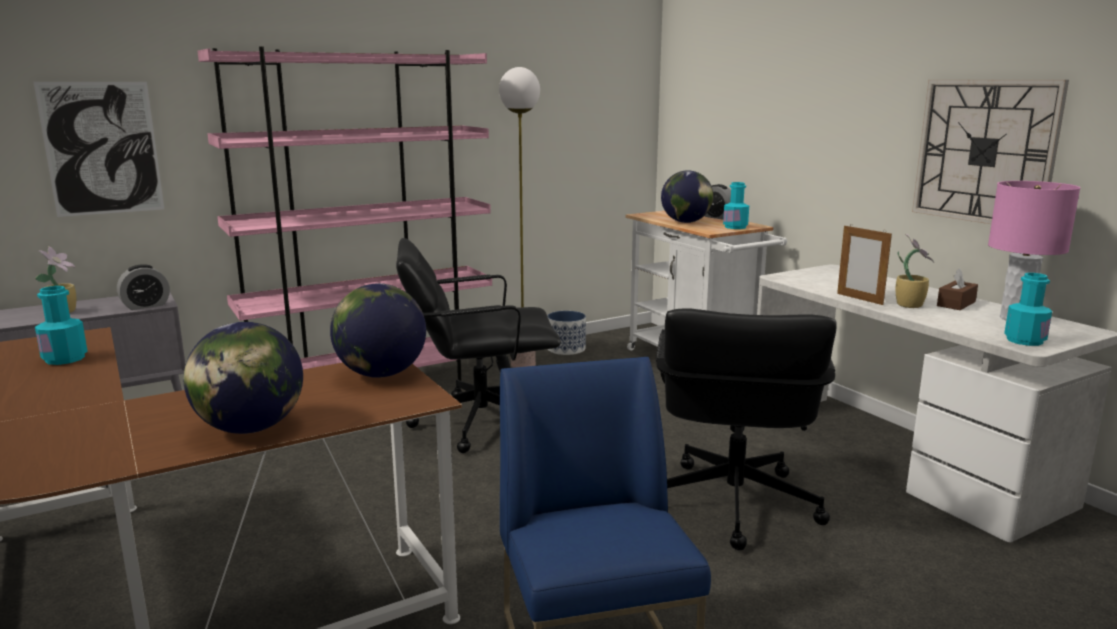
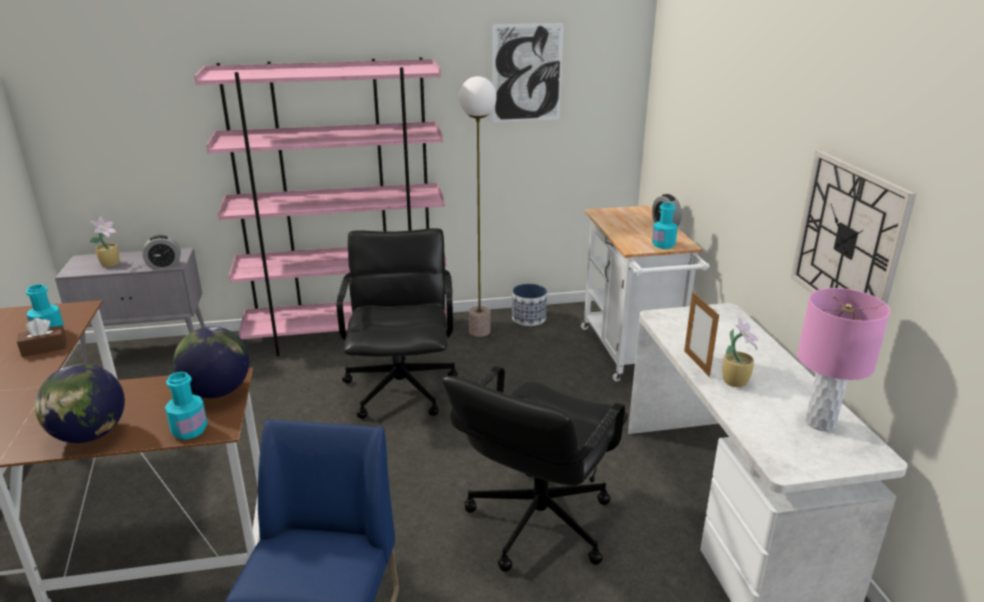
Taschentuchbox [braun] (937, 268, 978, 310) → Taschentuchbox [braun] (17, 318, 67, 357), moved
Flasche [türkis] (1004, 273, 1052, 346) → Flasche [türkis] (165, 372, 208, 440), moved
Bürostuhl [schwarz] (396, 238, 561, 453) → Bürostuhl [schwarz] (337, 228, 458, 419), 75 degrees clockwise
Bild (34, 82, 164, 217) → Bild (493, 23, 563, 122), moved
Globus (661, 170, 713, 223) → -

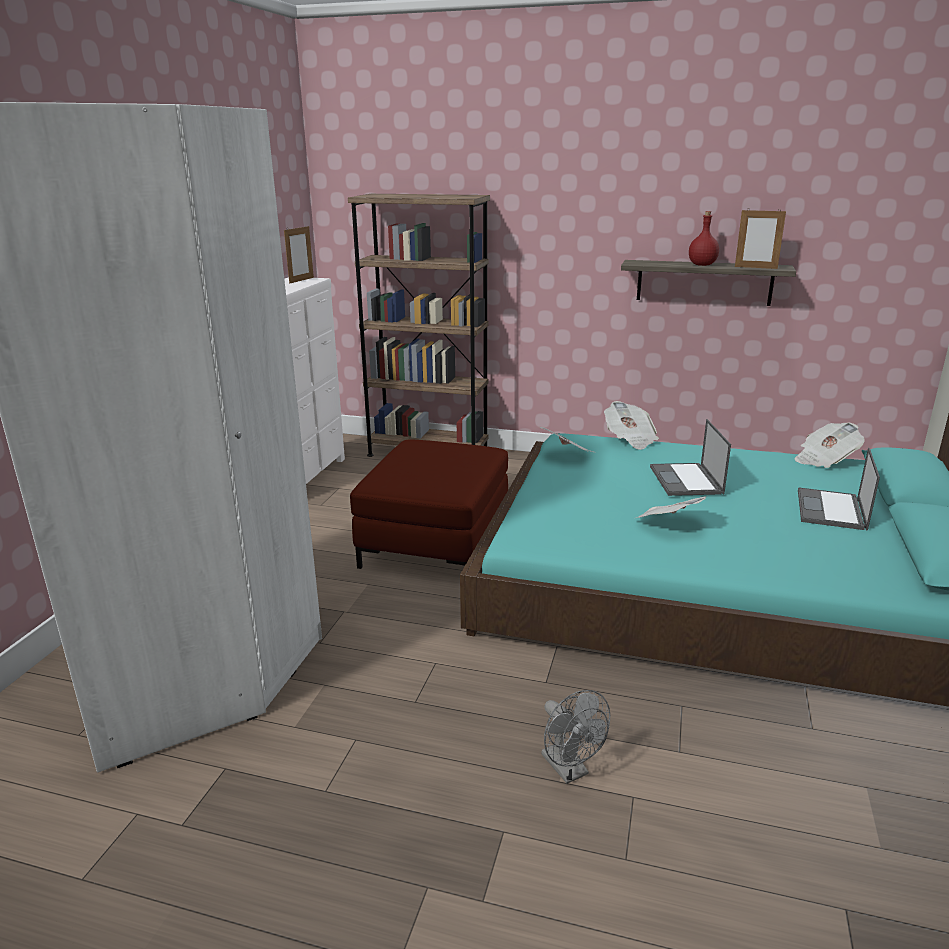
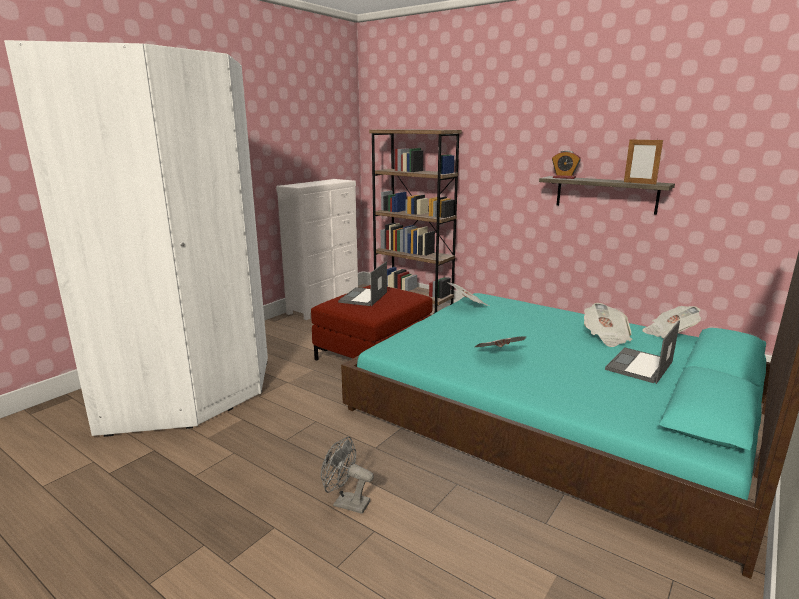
Ventilator [grau] (541, 690, 610, 784) → Ventilator [grau] (321, 436, 374, 514), 120 degrees clockwise
Laptop (650, 419, 731, 496) → Laptop (338, 261, 387, 306), moved
- → Wecker (552, 150, 581, 179)
Zeitung (604, 401, 659, 450) → Zeitung (584, 303, 632, 347), moved
Bilderrahmen (284, 226, 314, 284) → -
Flasche [rot] (689, 211, 719, 266) → -

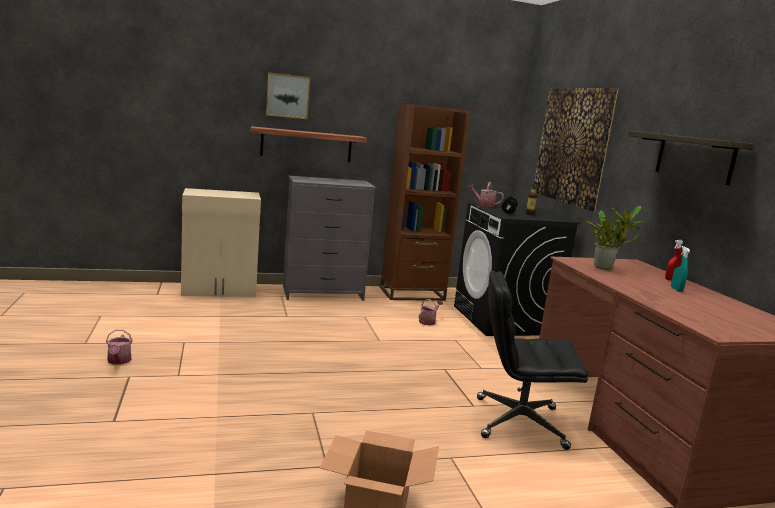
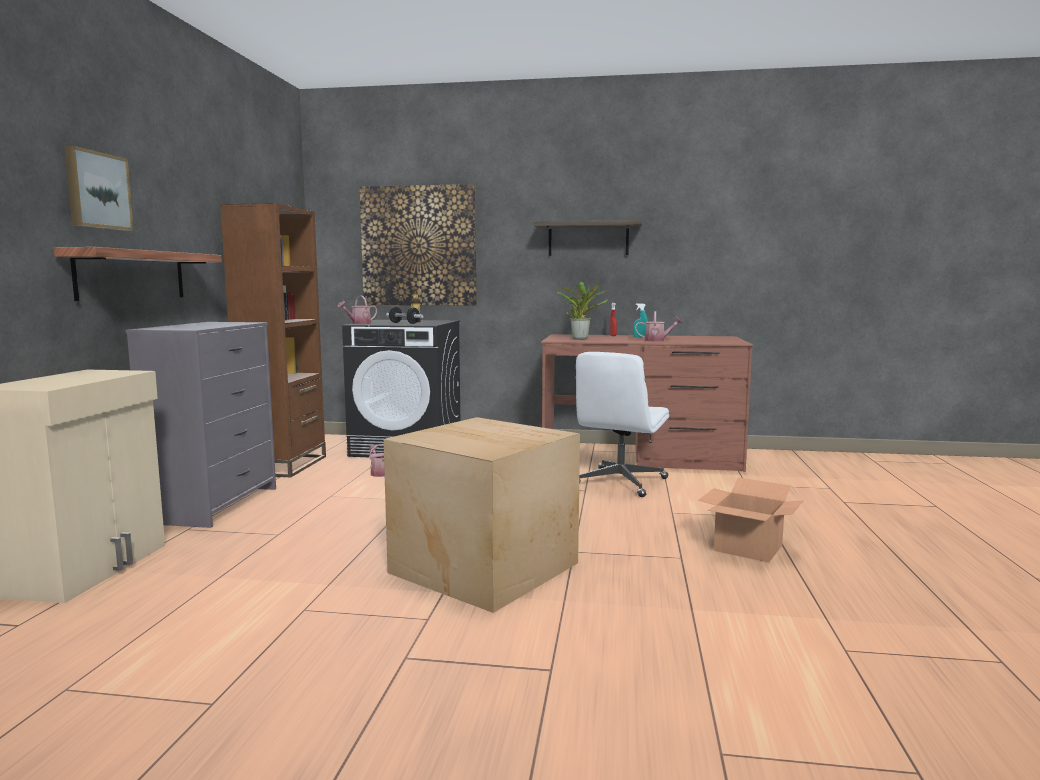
- → Karton (383, 417, 580, 613)
Bürostuhl [schwarz] (477, 271, 588, 450) → Bürostuhl [weiß] (576, 352, 669, 497)
Gießkanne (106, 330, 133, 365) → Gießkanne (635, 311, 683, 341), moved

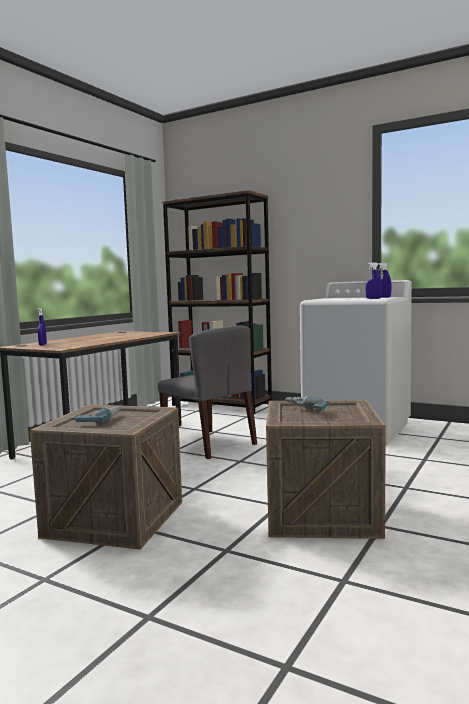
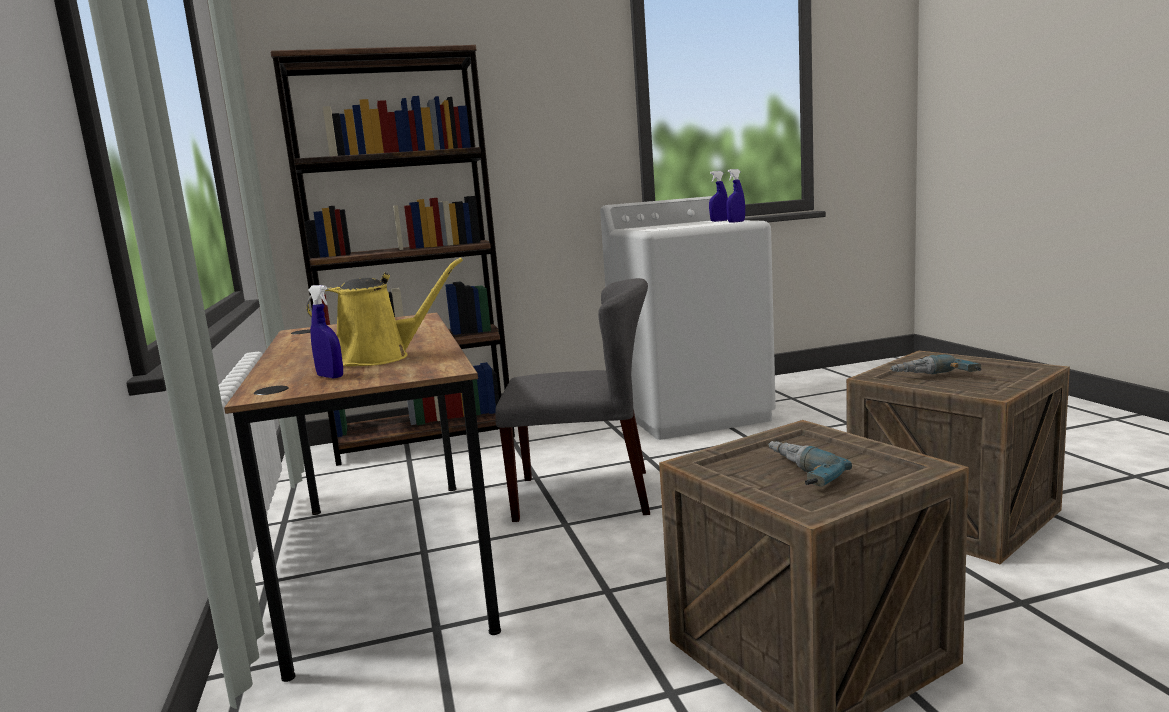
- → Gießkanne [gelb] (307, 258, 463, 366)

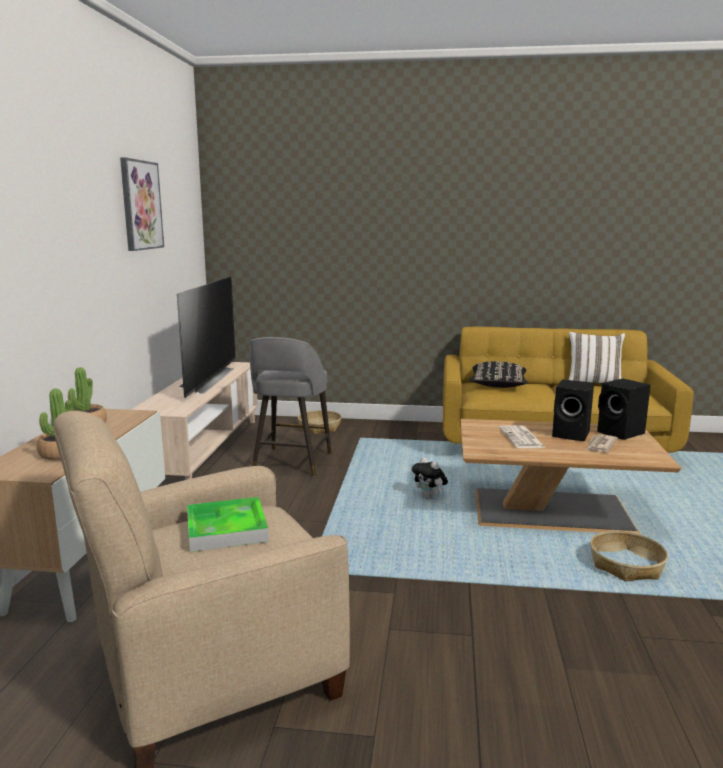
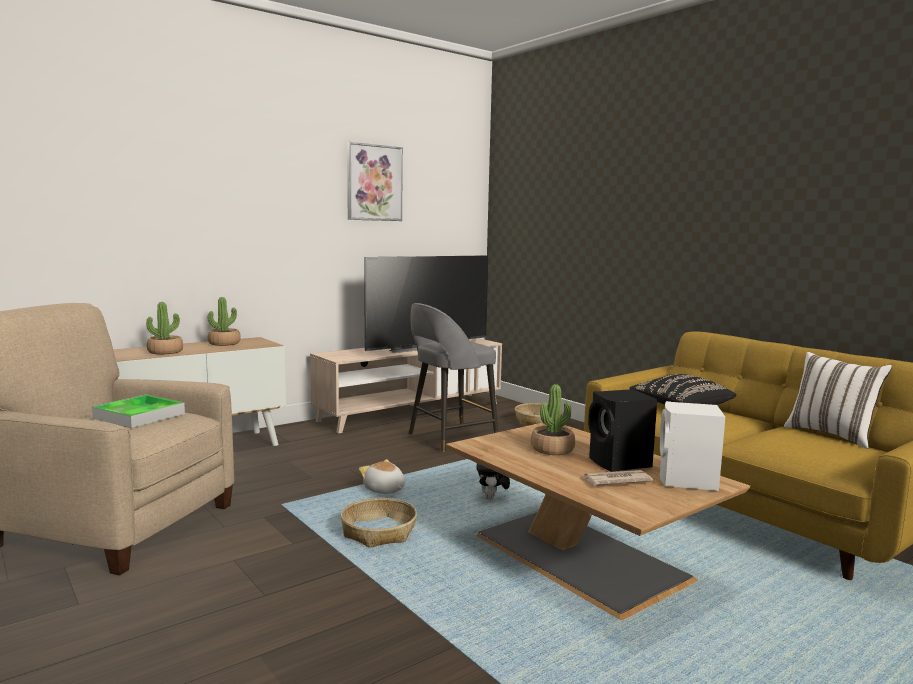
Korb (590, 531, 668, 582) → Korb (341, 498, 417, 548), moved
- → Plüschtier (359, 459, 405, 494)
Zeitung (499, 425, 546, 448) → Topfpflanze (531, 384, 575, 455)
Lautsprecher [schwarz] (597, 379, 651, 440) → Lautsprecher [weiß] (660, 401, 725, 491)

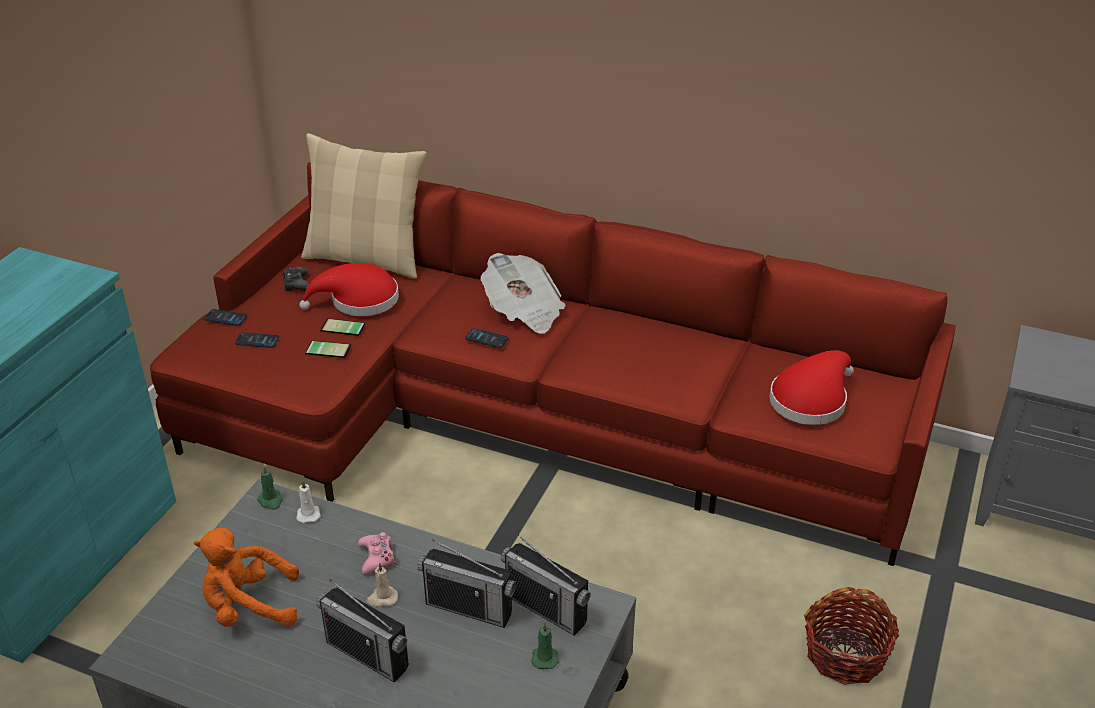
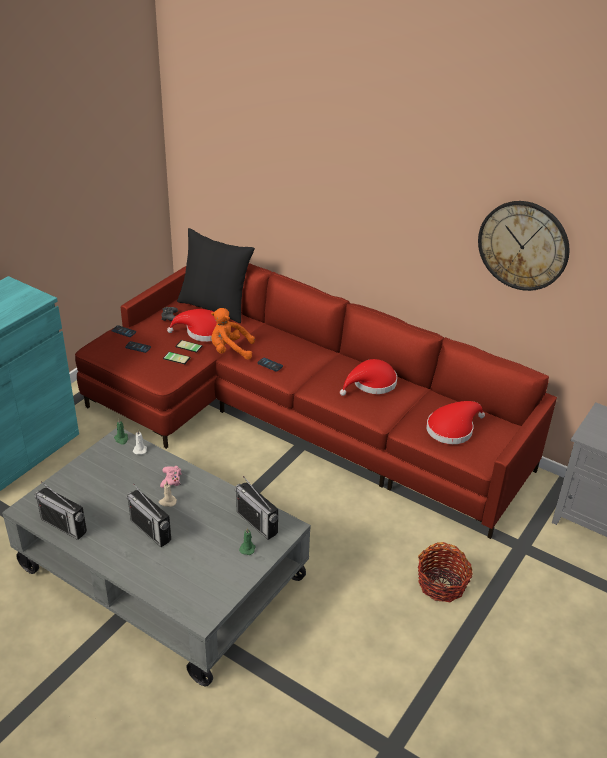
Radio (417, 539, 516, 628) → Radio (34, 481, 87, 540), moved
Kissen [beige] (301, 133, 427, 279) → Kissen [schwarz] (177, 228, 255, 323)
Plüschtier [orange] (194, 527, 299, 627) → Plüschtier [orange] (211, 308, 255, 360), moved
- → Hut [rot] (340, 359, 397, 396)
- → Wanduhr (478, 201, 570, 291)
Zeitung (481, 253, 566, 334) → -

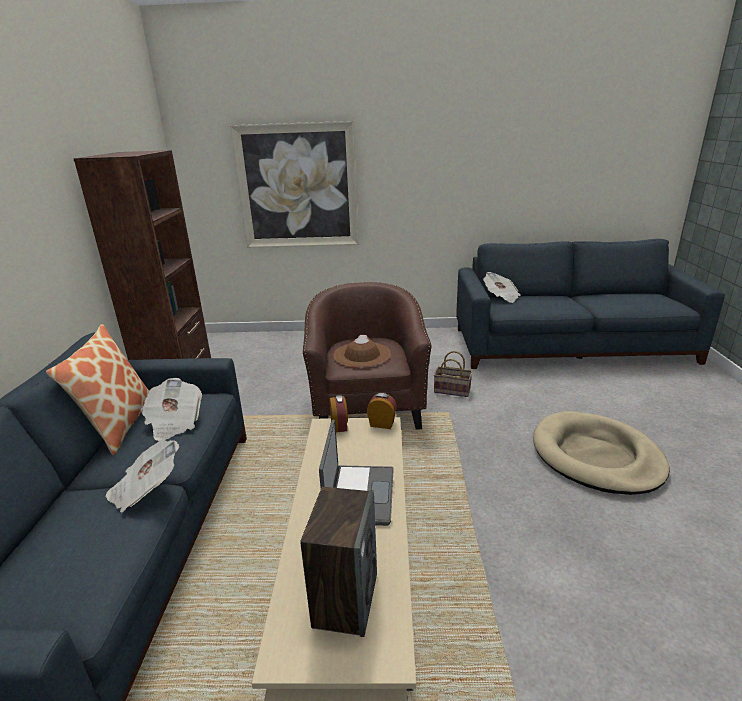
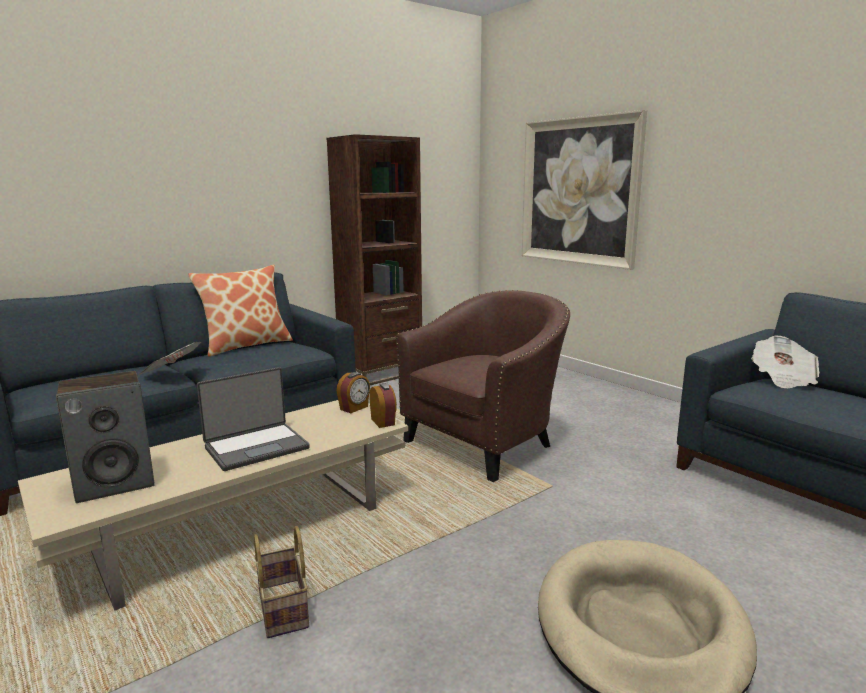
Korb (434, 351, 472, 397) → Korb (254, 526, 309, 638), moved
Zeitung (141, 378, 202, 441) → -
Hut [braun] (333, 335, 391, 368) → -

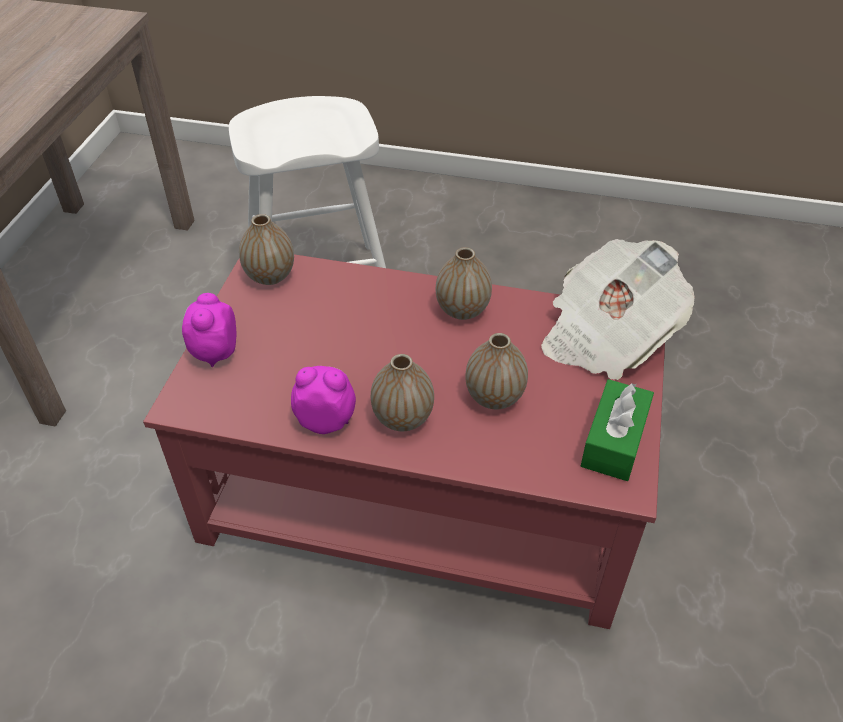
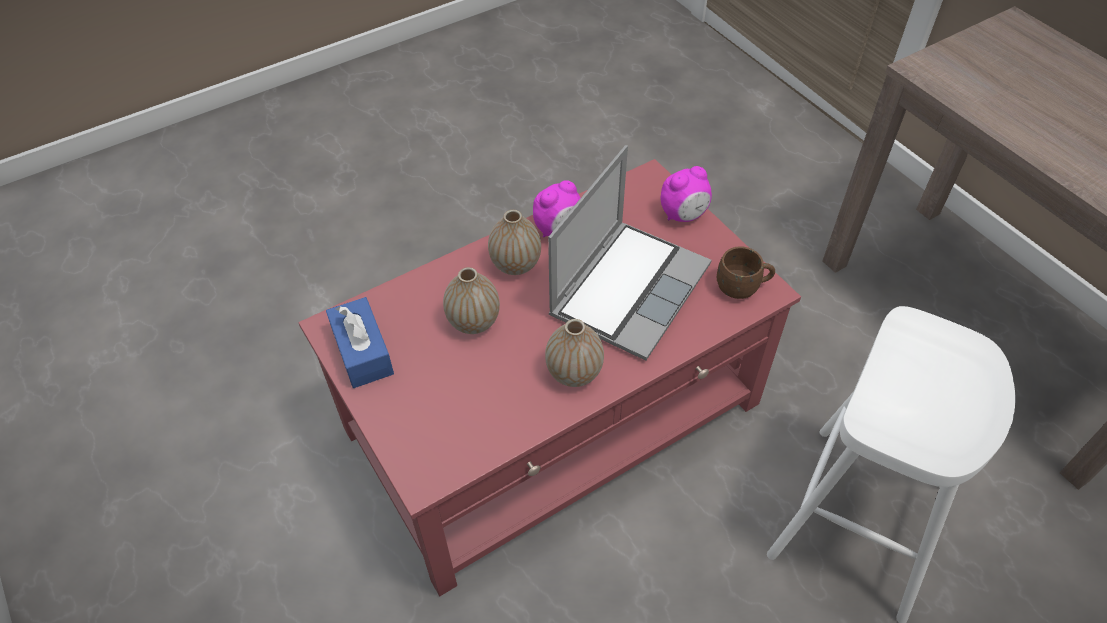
Taschentuchbox [grün] (581, 379, 654, 481) → Taschentuchbox [blau] (326, 297, 394, 388)
- → Laptop (548, 145, 712, 361)
Wecker (182, 293, 237, 367) → Wecker (661, 166, 712, 222), 105 degrees clockwise
Vase (239, 214, 294, 285) → Henkelbecher [braun] (717, 246, 775, 299)
Zeitung (541, 239, 695, 380) → -

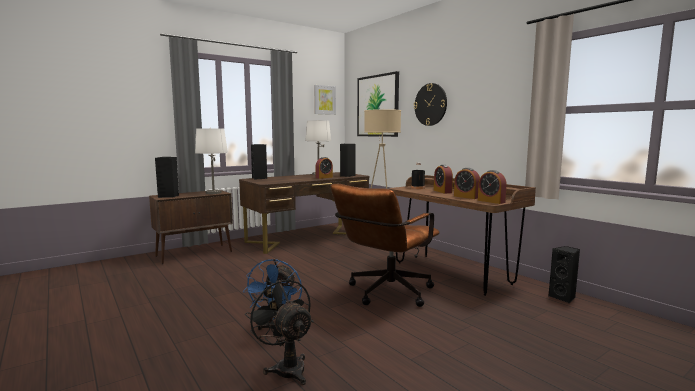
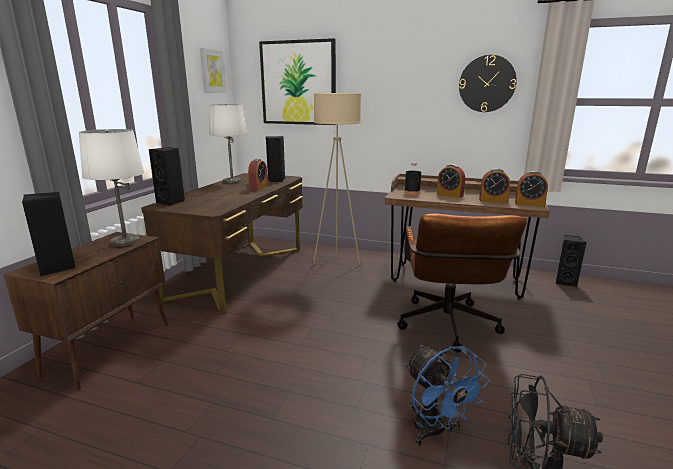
Wanduhr (414, 83, 447, 126) → Wanduhr (459, 55, 517, 112), moved

